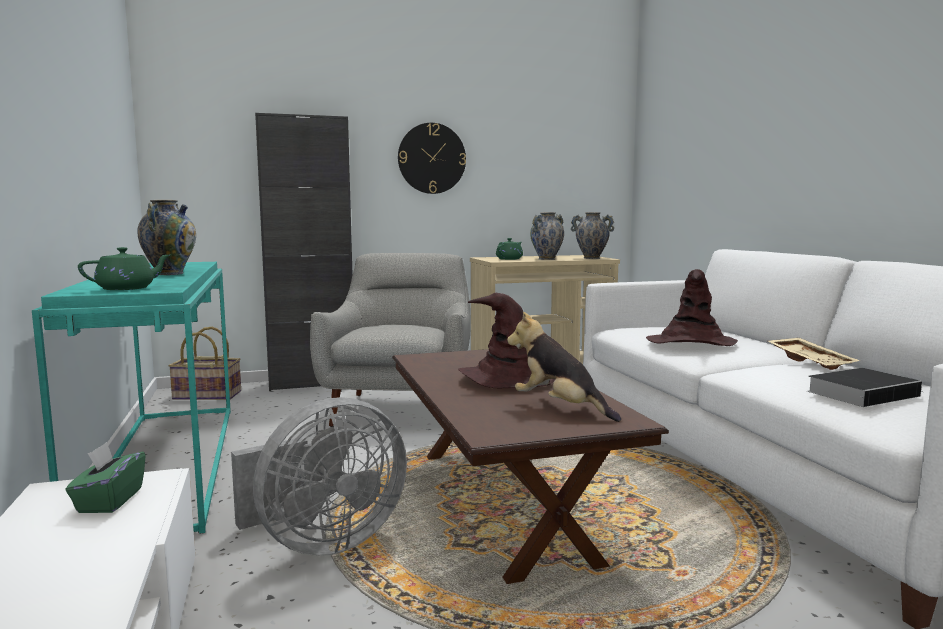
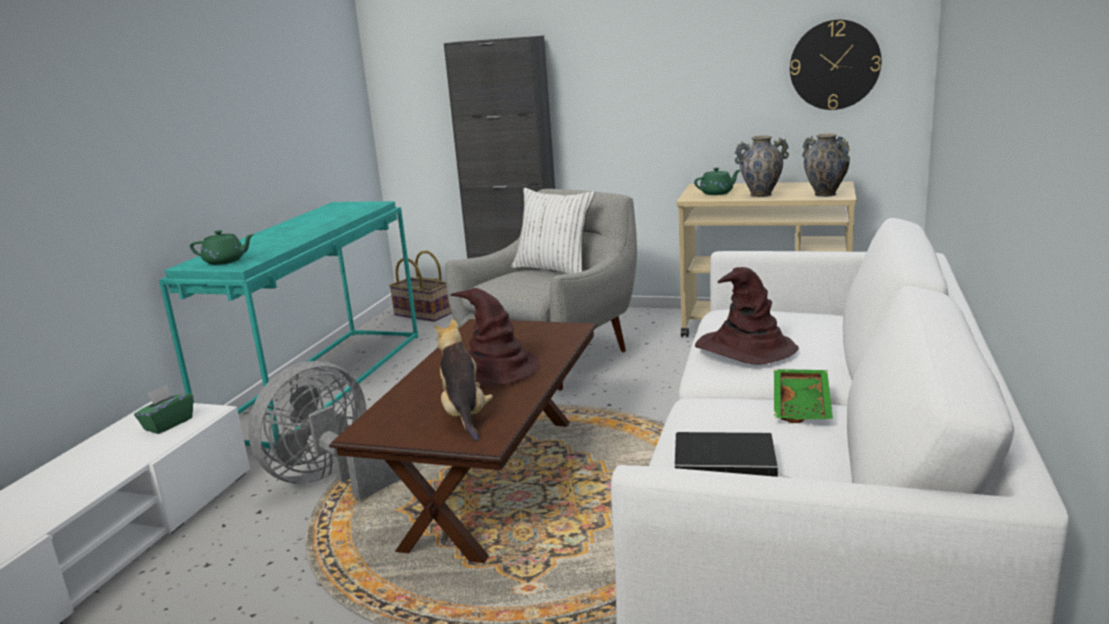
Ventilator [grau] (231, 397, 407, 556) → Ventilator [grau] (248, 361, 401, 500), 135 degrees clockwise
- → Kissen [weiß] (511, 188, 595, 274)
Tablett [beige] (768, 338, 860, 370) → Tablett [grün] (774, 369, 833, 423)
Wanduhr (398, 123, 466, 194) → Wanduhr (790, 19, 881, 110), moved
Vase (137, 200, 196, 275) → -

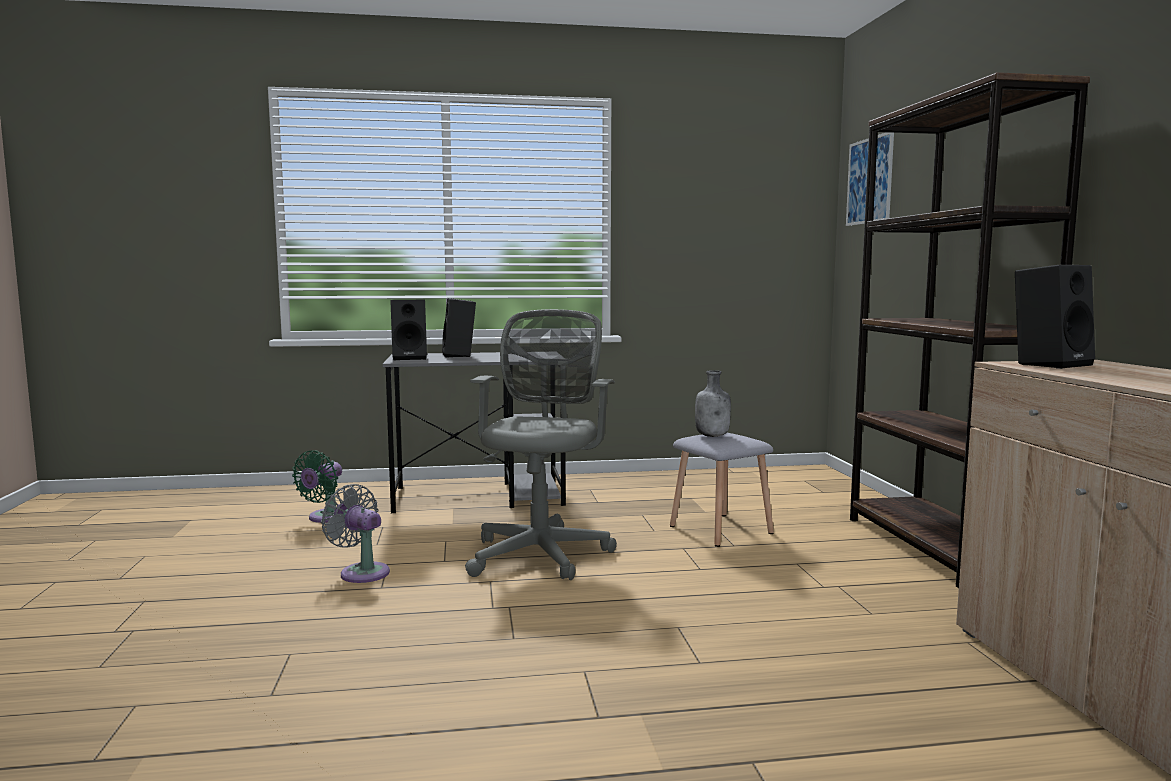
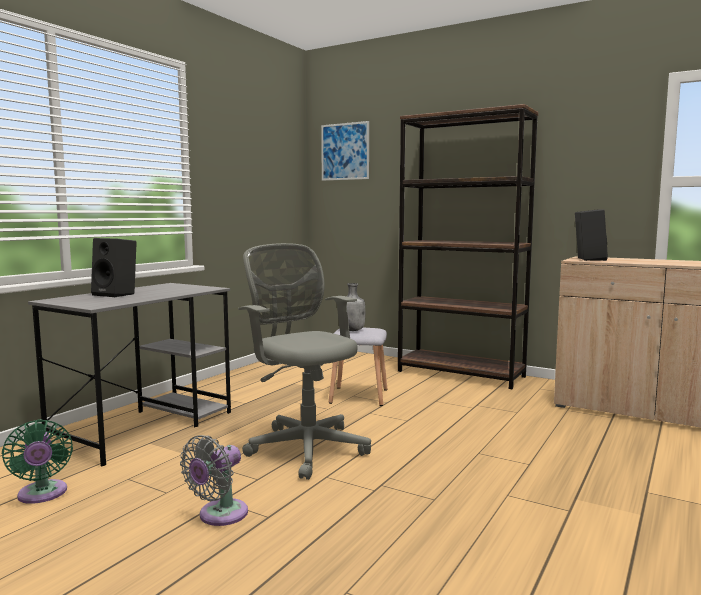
Ventilator [grau] (321, 484, 390, 583) → Ventilator [grau] (180, 435, 248, 526), 45 degrees counterclockwise
Lautsprecher [schwarz] (391, 300, 427, 360) → -

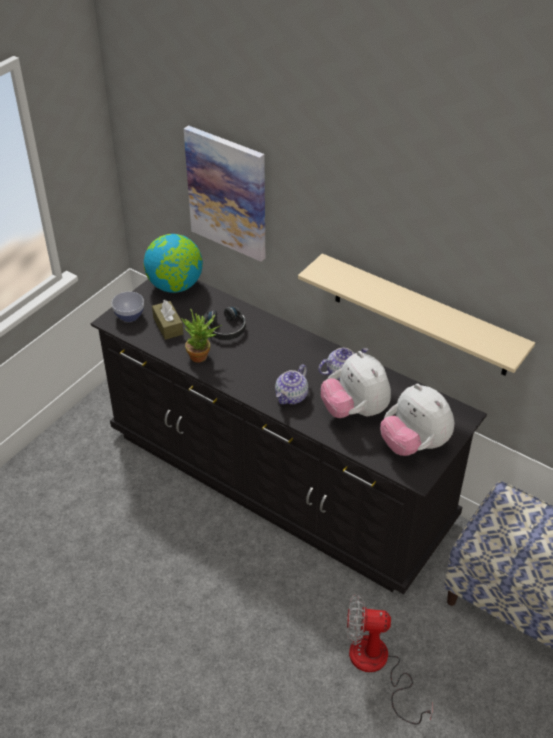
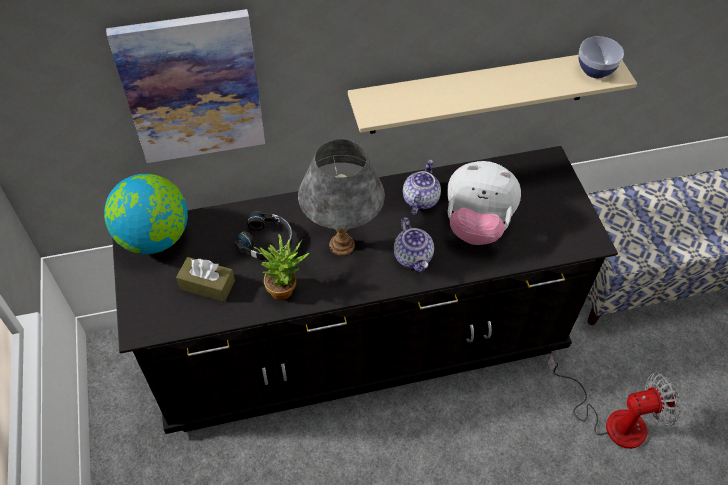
- → Tischlampe [grau] (298, 139, 385, 256)
Ventilator (347, 593, 432, 725) → Ventilator (548, 355, 681, 449), 150 degrees counterclockwise
Schüssel (112, 292, 144, 322) → Schüssel (579, 36, 624, 78), moved
Plüschtier (380, 384, 454, 456) → -

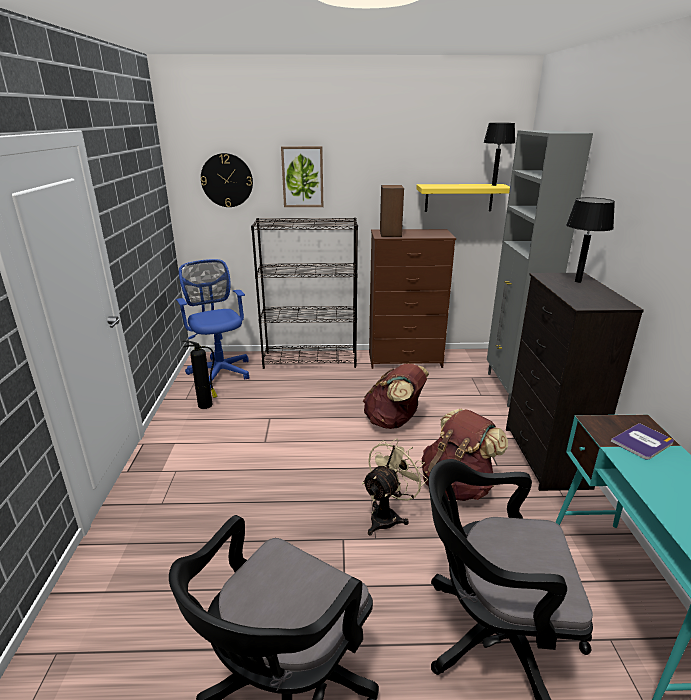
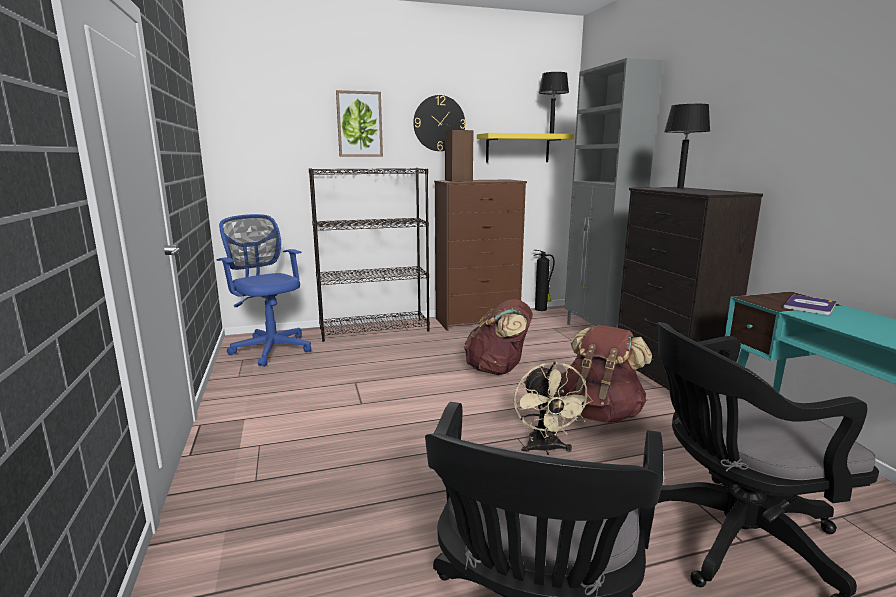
Wanduhr (201, 153, 253, 207) → Wanduhr (413, 95, 465, 151), moved
Ventilator [beige] (362, 438, 428, 536) → Ventilator [beige] (514, 361, 593, 455), 150 degrees clockwise
Feuerlöscher (183, 340, 217, 409) → Feuerlöscher (534, 250, 555, 311), moved

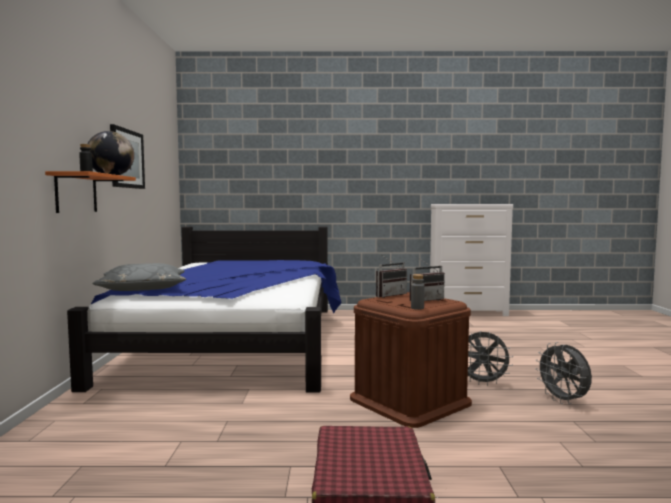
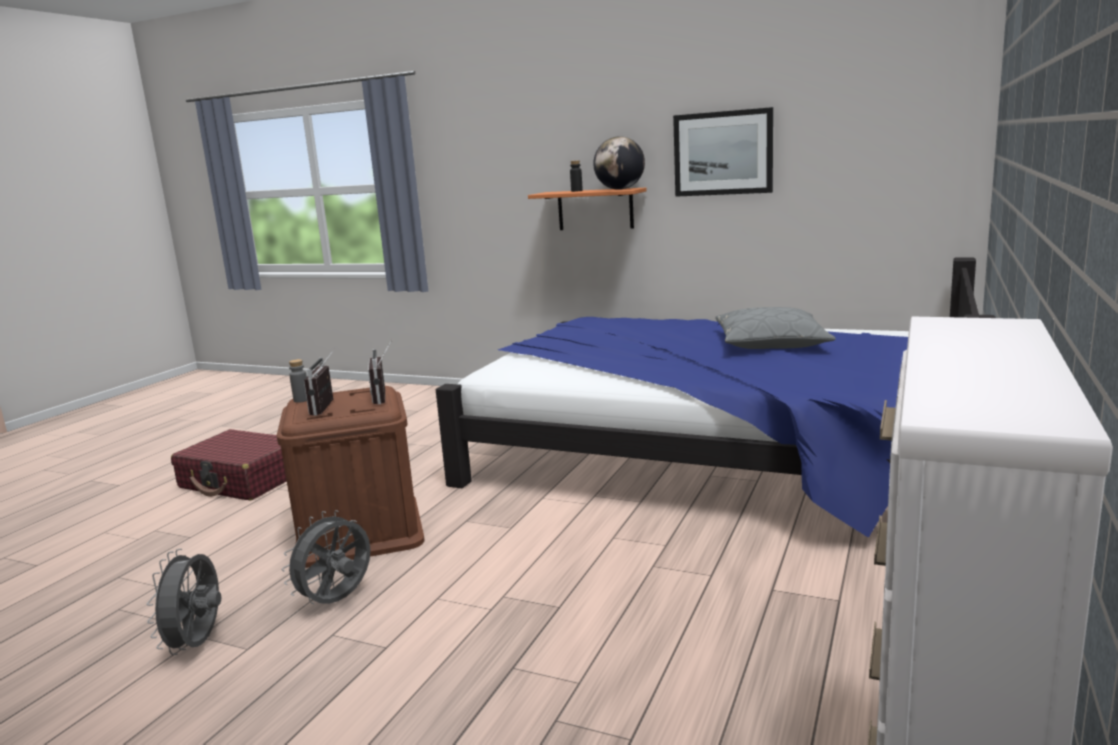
Ventilator [grau] (535, 342, 592, 404) → Ventilator [grau] (147, 549, 221, 655), 90 degrees counterclockwise
Kissen [grau] (93, 263, 186, 291) → Kissen [grau] (715, 307, 836, 349), moved

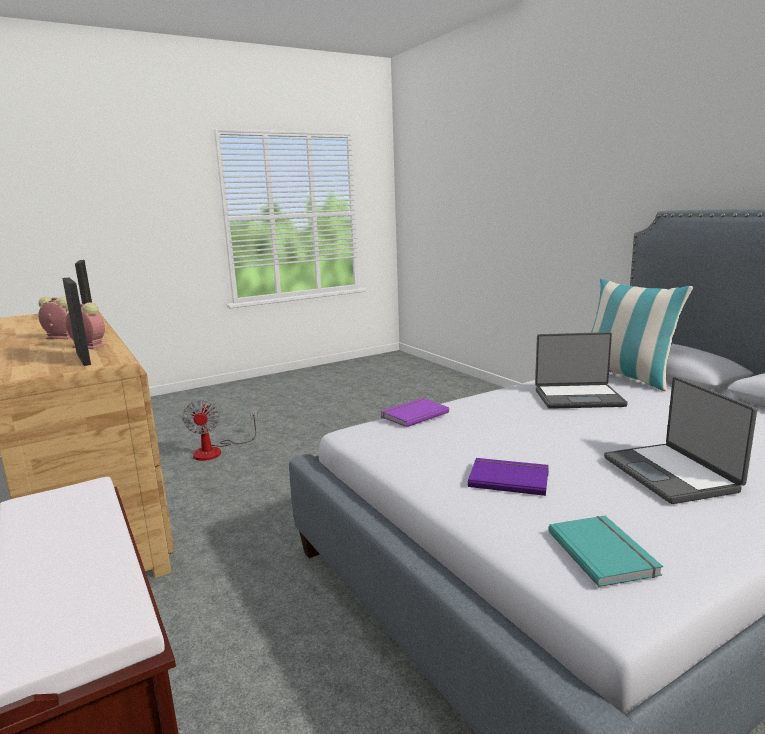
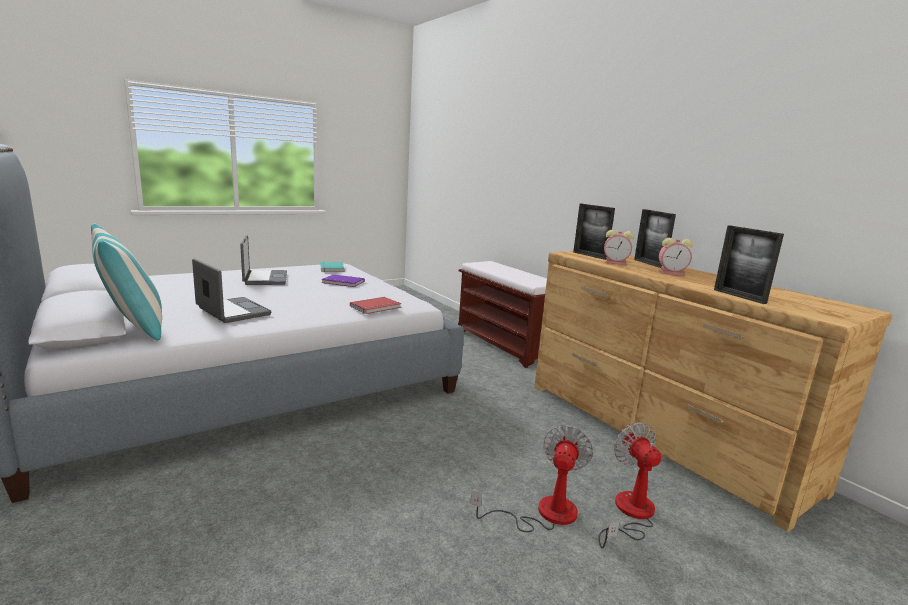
Laptop (535, 332, 628, 409) → Laptop (192, 259, 271, 323), 45 degrees clockwise
Buch [lila] (380, 398, 449, 427) → Buch [rot] (350, 297, 401, 314)
- → Ventilator (470, 425, 593, 532)
- → Bilderrahmen (634, 209, 676, 268)

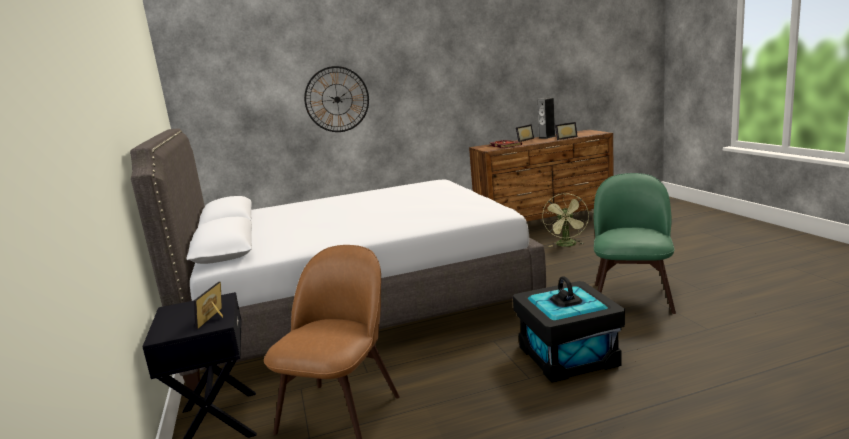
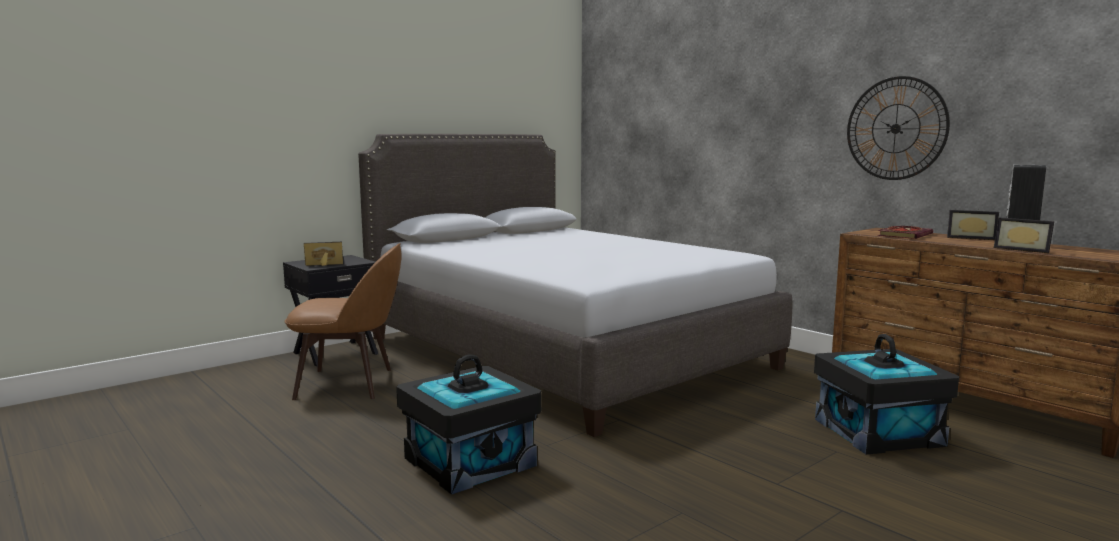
Ventilator [grün] (542, 193, 589, 247) → Aufbewahrungsbox [schwarz] (814, 334, 959, 454)
Wanduhr (304, 66, 369, 132) → Wanduhr (847, 76, 950, 180), moved
Stuhl [grün] (594, 173, 676, 314) → -

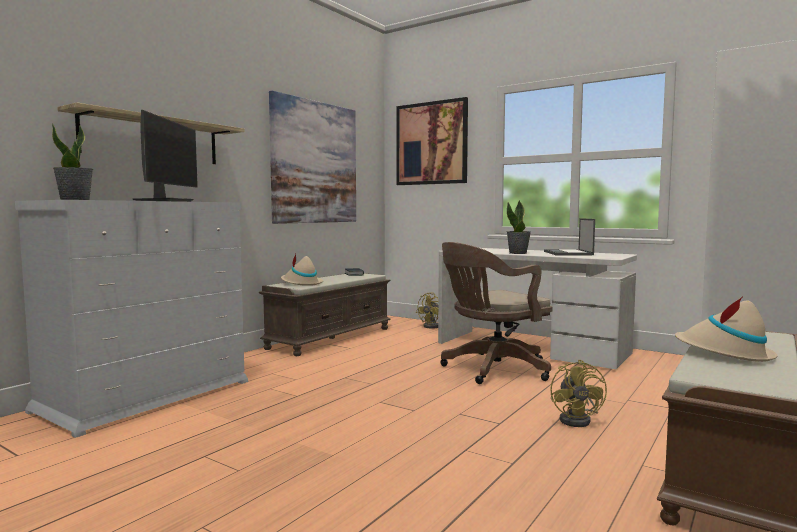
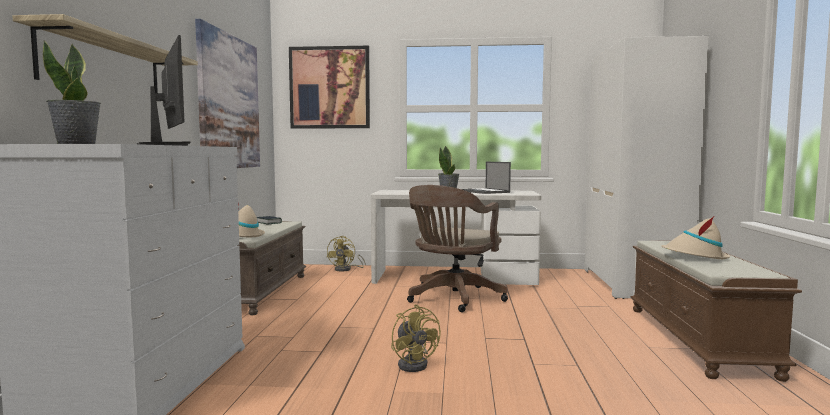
Ventilator [gelb] (550, 360, 607, 427) → Ventilator [gelb] (391, 304, 441, 372), moved

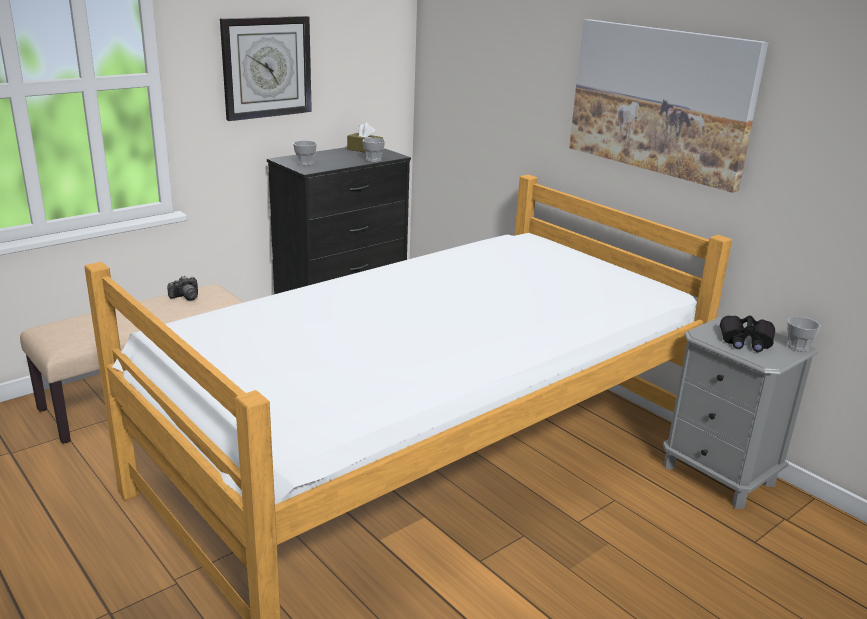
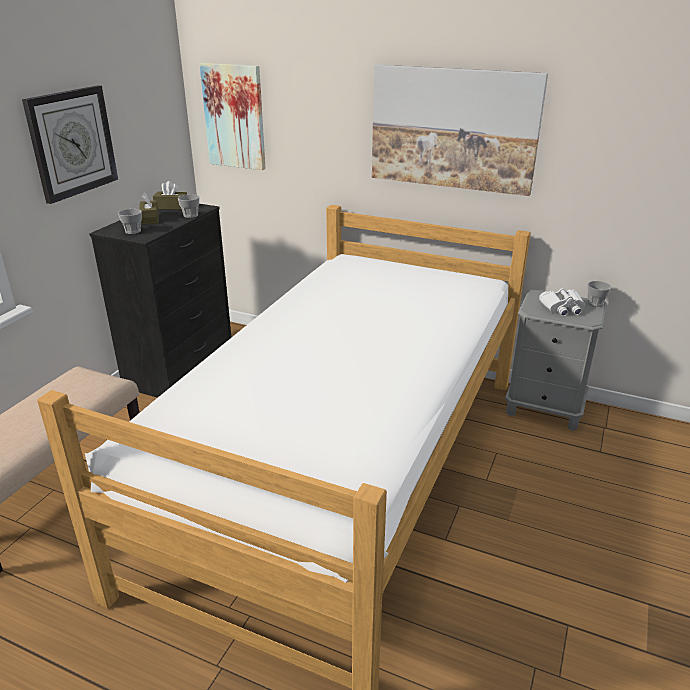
- → Taschentuchbox [braun] (139, 192, 159, 225)
- → Bild (200, 63, 266, 170)
Fernglas [schwarz] (720, 316, 775, 352) → Fernglas [weiß] (539, 288, 585, 316)
Kamera (167, 276, 198, 301) → -

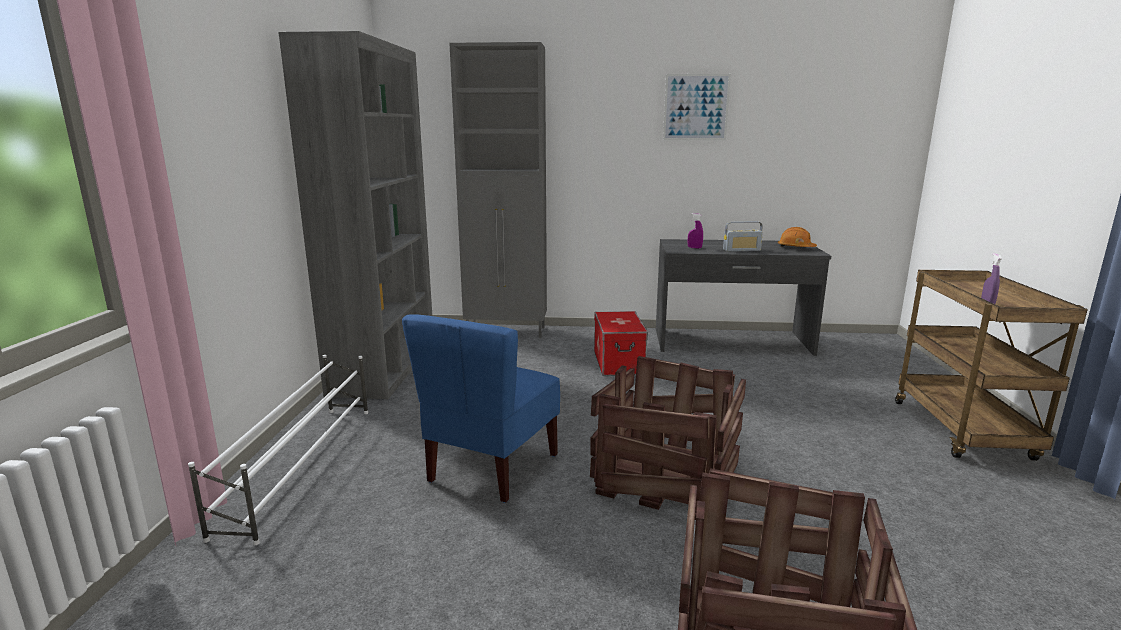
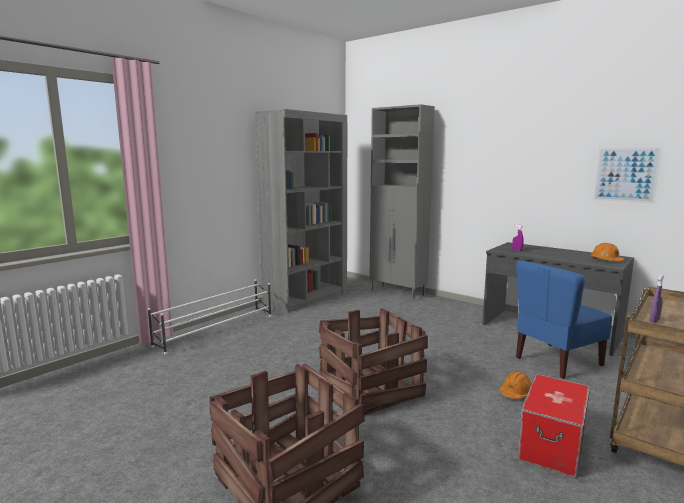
- → Schutzhelm [orange] (499, 371, 532, 399)
Stuhl [blau] (402, 314, 560, 503) → Stuhl [blau] (516, 261, 612, 379), moved
Aufbewahrungsbox (594, 311, 648, 376) → Aufbewahrungsbox (518, 374, 590, 478), moved
Bild (663, 74, 731, 140) → Bild (593, 147, 662, 203), moved
Radio (723, 221, 763, 252) → -

